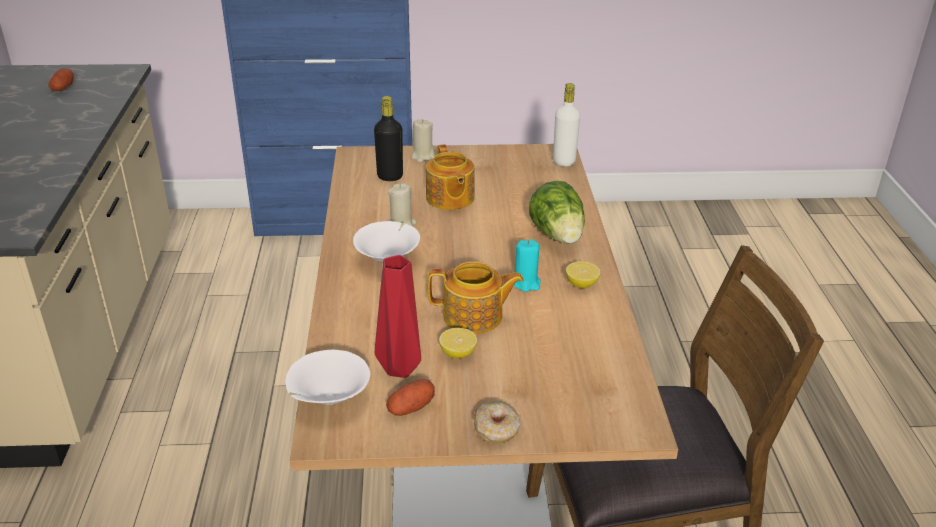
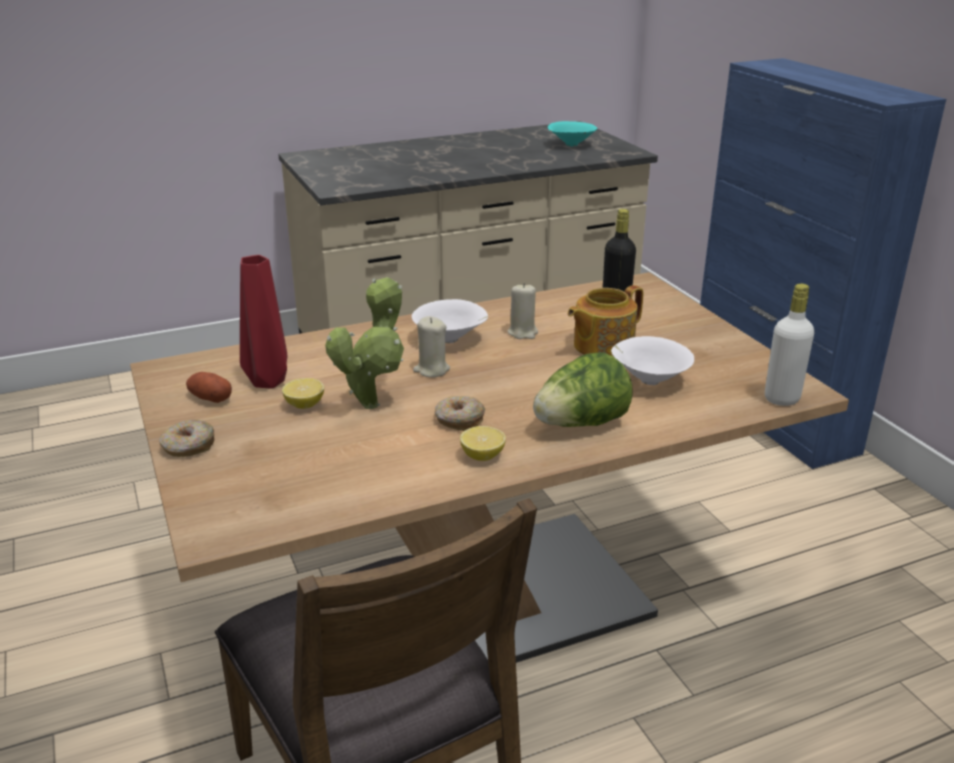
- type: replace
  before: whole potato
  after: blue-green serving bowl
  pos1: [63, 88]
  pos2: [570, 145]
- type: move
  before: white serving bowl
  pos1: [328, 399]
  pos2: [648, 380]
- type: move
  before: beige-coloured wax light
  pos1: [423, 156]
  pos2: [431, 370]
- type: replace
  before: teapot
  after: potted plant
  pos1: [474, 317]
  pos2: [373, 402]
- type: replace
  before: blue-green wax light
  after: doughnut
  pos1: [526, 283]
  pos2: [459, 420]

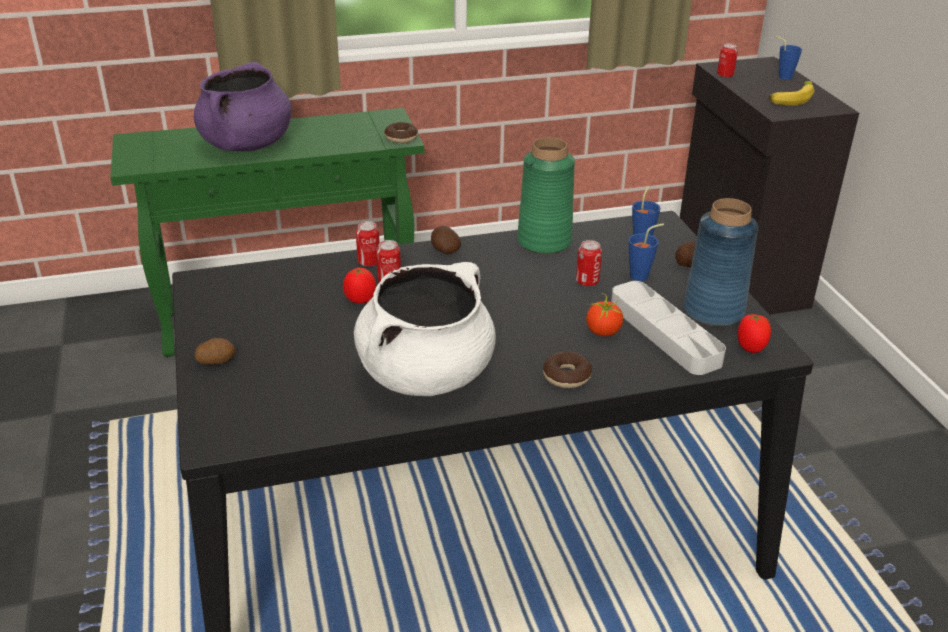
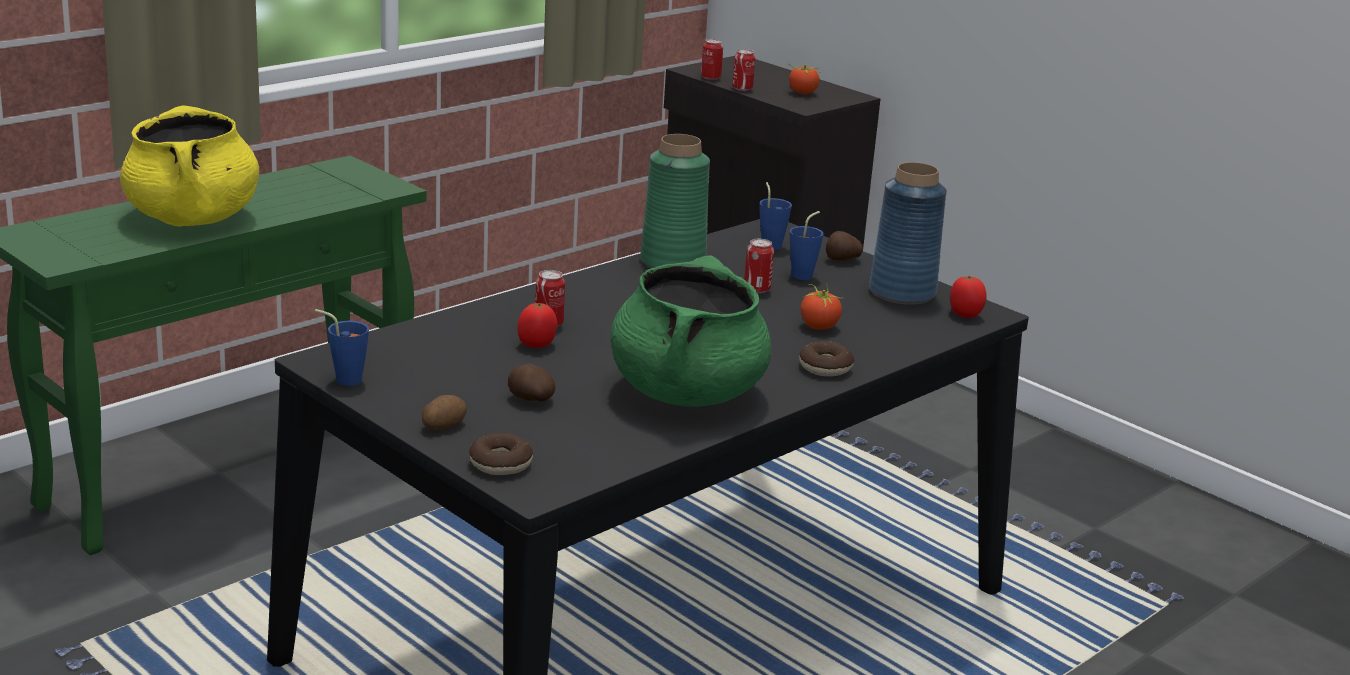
- type: recolor
  before: purple stockpot
  after: yellow-coloured stockpot
  pos1: [246, 144]
  pos2: [193, 218]
- type: recolor
  before: white stockpot
  after: greenish stockpot
  pos1: [426, 374]
  pos2: [686, 392]
- type: move
  before: can
  pos1: [369, 262]
  pos2: [742, 88]
- type: move
  before: doughnut
  pos1: [401, 138]
  pos2: [500, 464]
- type: move
  before: whole potato
  pos1: [444, 251]
  pos2: [530, 399]
- type: delete
  before: gray serving tray
  pos1: [664, 333]
- type: replace
  before: banana
  after: tomato
  pos1: [791, 99]
  pos2: [802, 93]
- type: move
  before: blue drinking cup
  pos1: [782, 76]
  pos2: [343, 378]

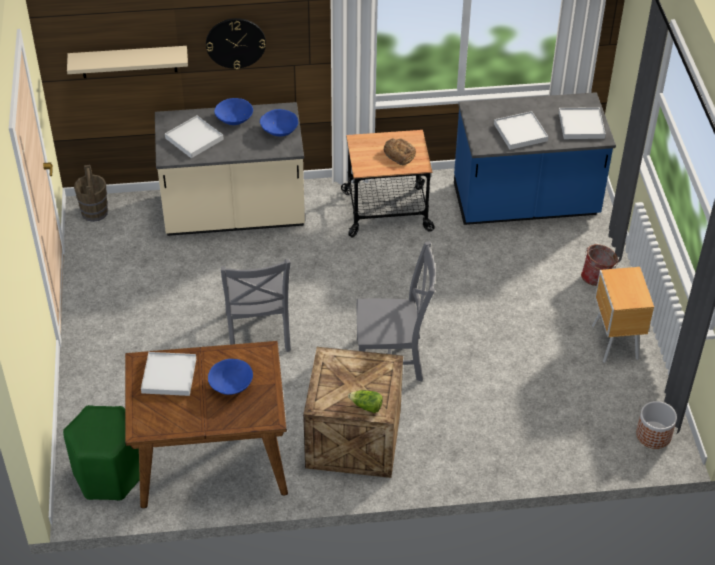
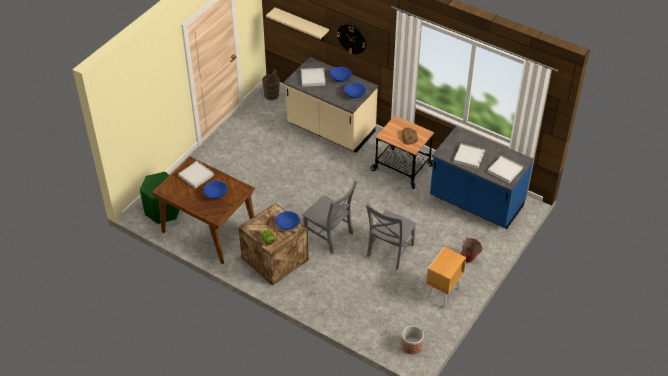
- type: move
  before: gray plain chair
  pos1: [257, 334]
  pos2: [389, 252]
- type: insert
  after: blue serving bowl
  pos2: [287, 225]

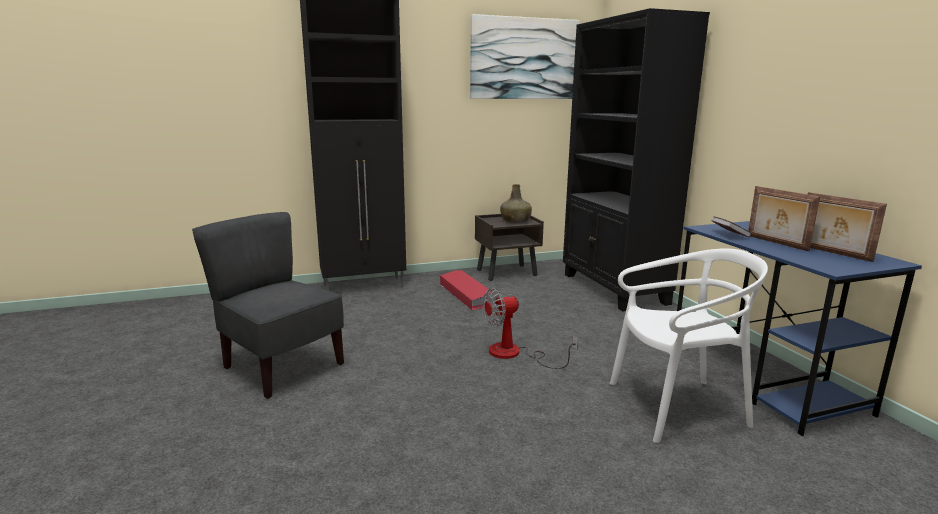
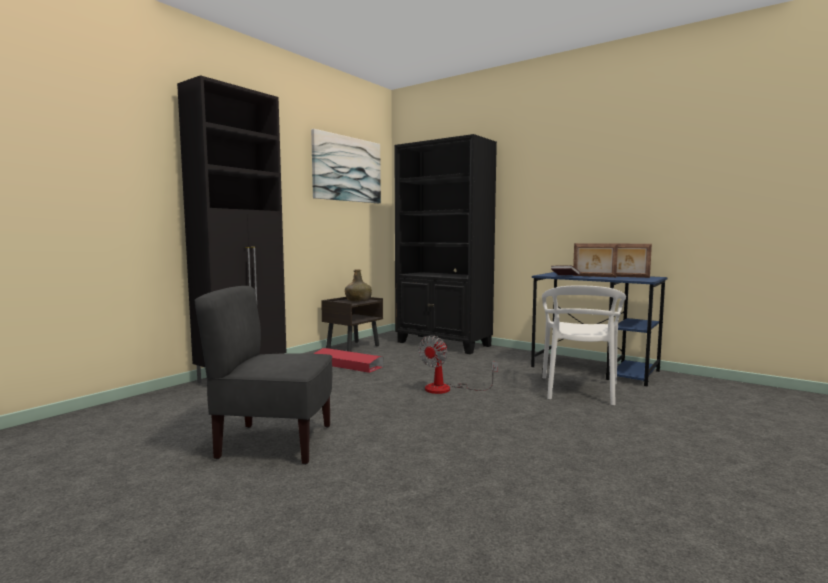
- type: rotate
  before: white plain chair
  pos1: [677, 407]
  pos2: [579, 390]
  turn: 150

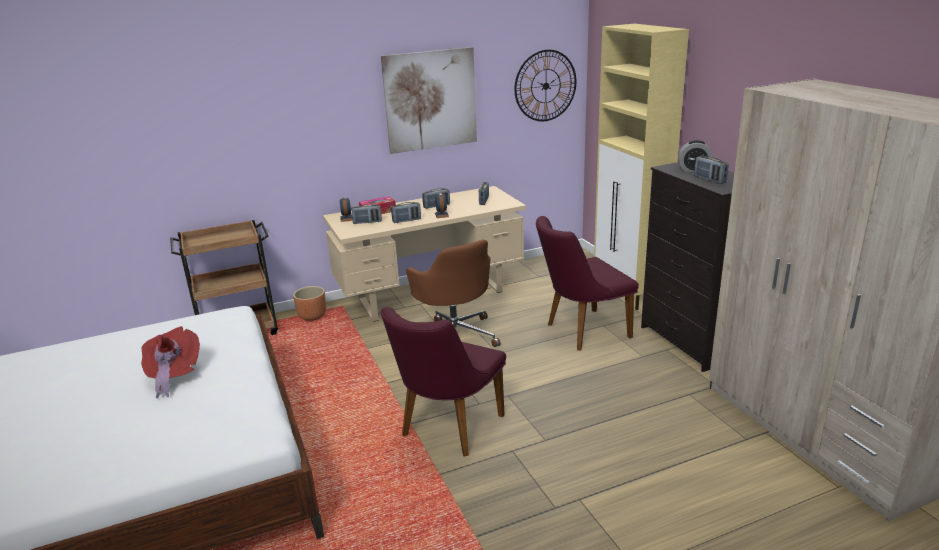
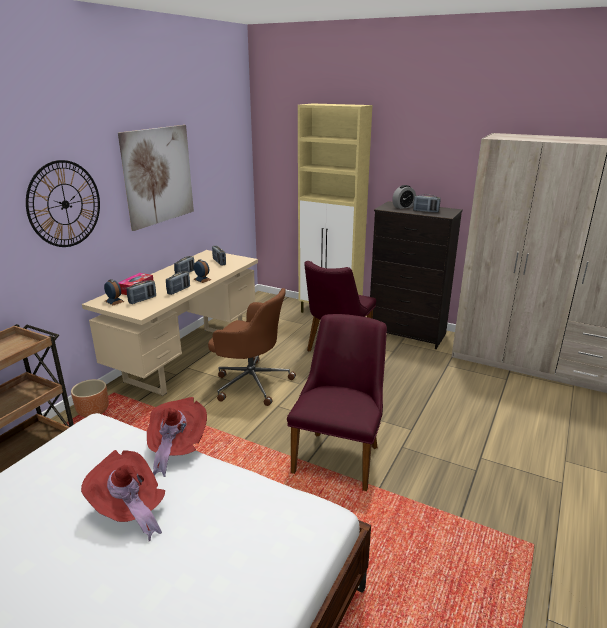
- type: rotate
  before: purple plain chair
  pos1: [446, 430]
  pos2: [340, 454]
  turn: -150
- type: move
  before: clock on the wall
  pos1: [545, 86]
  pos2: [65, 204]
- type: insert
  after: red-coloured hat
  pos2: [176, 448]

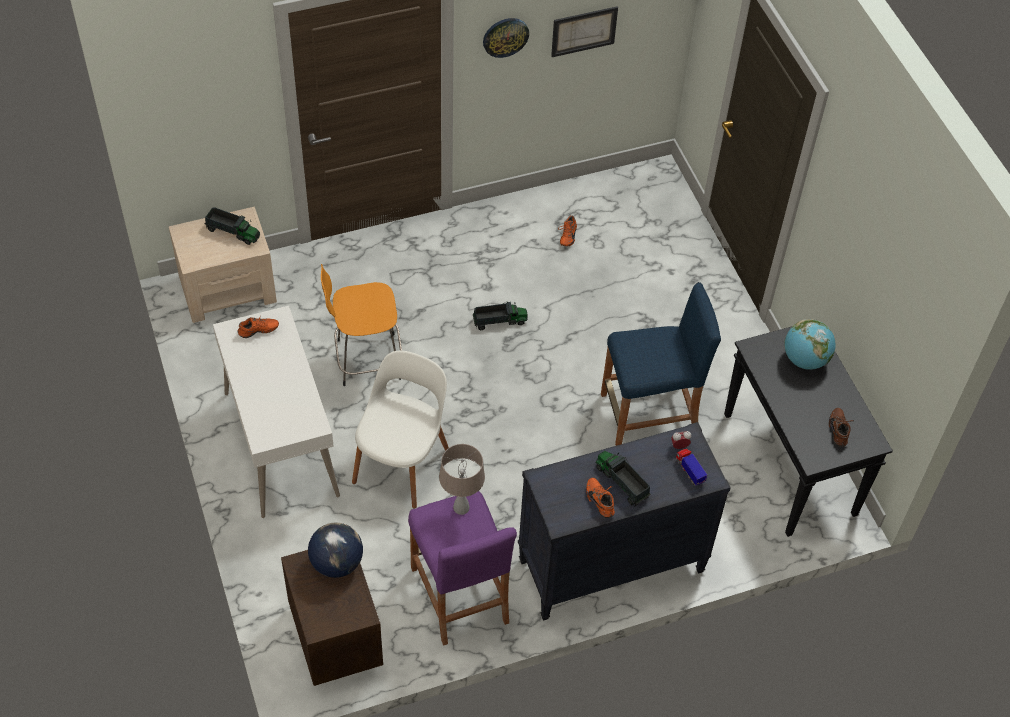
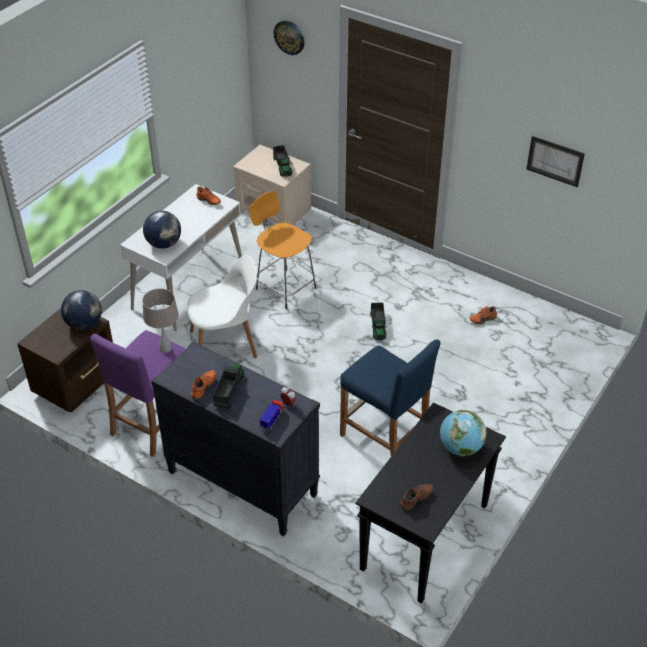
- type: rotate
  before: model truck
  pos1: [499, 321]
  pos2: [378, 326]
  turn: 45
- type: move
  before: clock on the wall
  pos1: [505, 36]
  pos2: [289, 37]
- type: insert
  after: desk globe
  pos2: [164, 244]

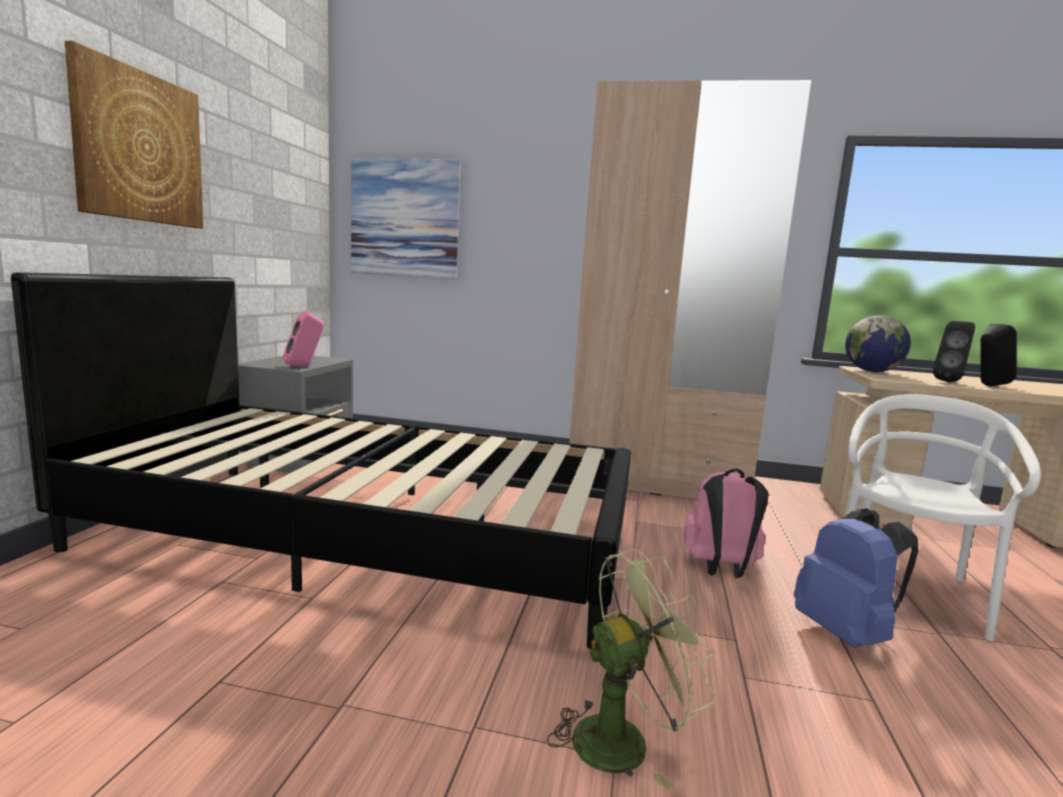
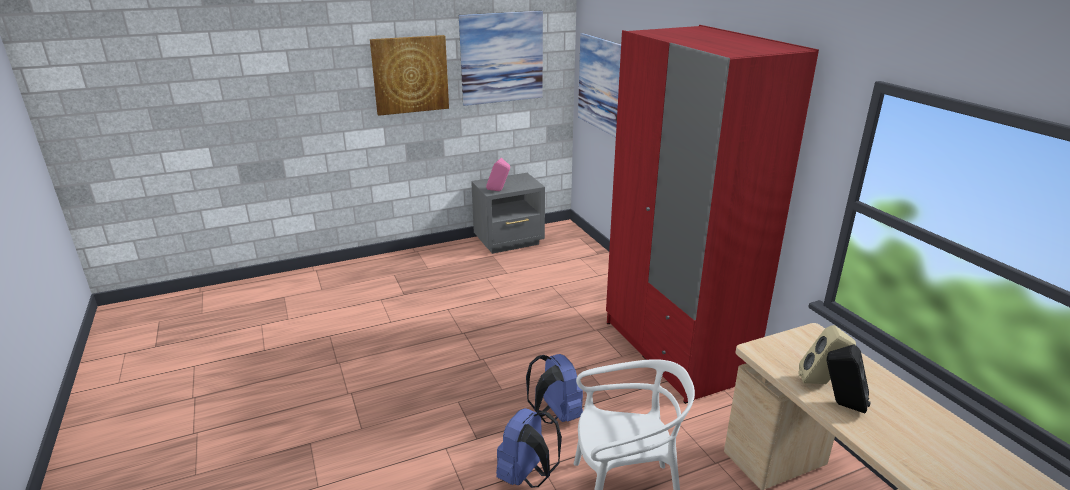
- type: delete
  before: black bedroom bed
  pos1: [365, 537]
- type: delete
  before: greenish electric fan
  pos1: [623, 738]
- type: recolor
  before: beige-coloured armoire
  after: red-coloured armoire
  pos1: [656, 480]
  pos2: [675, 350]
- type: recolor
  before: pinkish backpack
  after: blue backpack
  pos1: [720, 569]
  pos2: [555, 415]
- type: delete
  before: desk globe
  pos1: [872, 371]
- type: recolor
  before: black speaker
  after: beige-coloured speaker
  pos1: [949, 382]
  pos2: [820, 383]
- type: insert
  after: wall picture
  pos2: [501, 58]

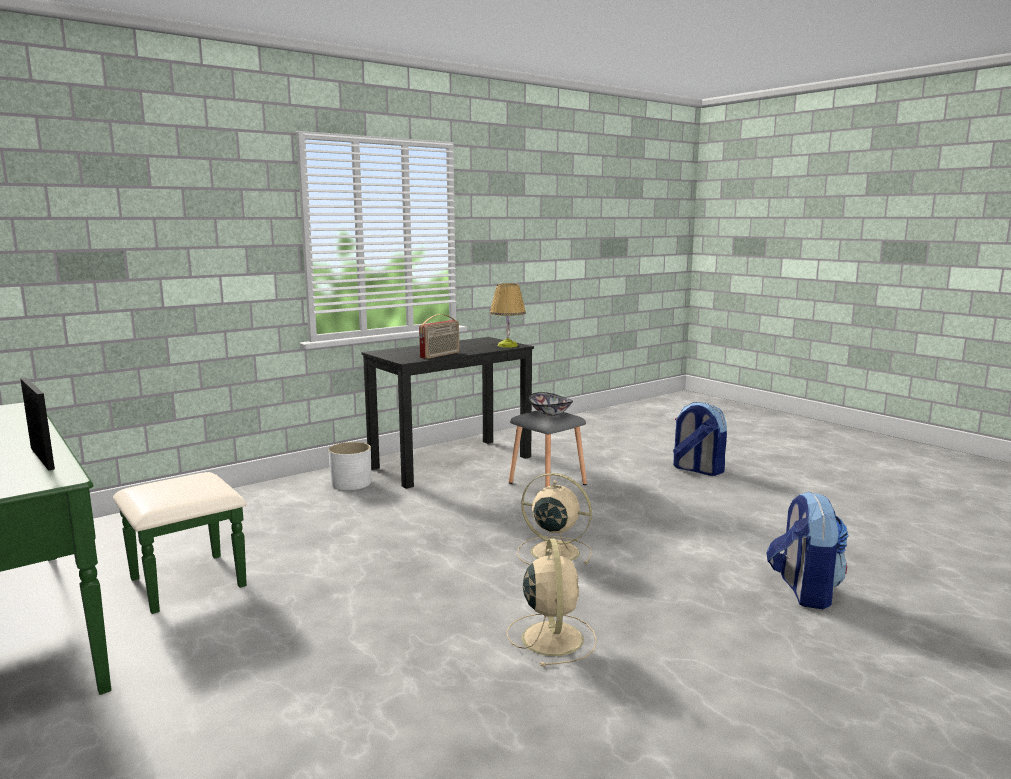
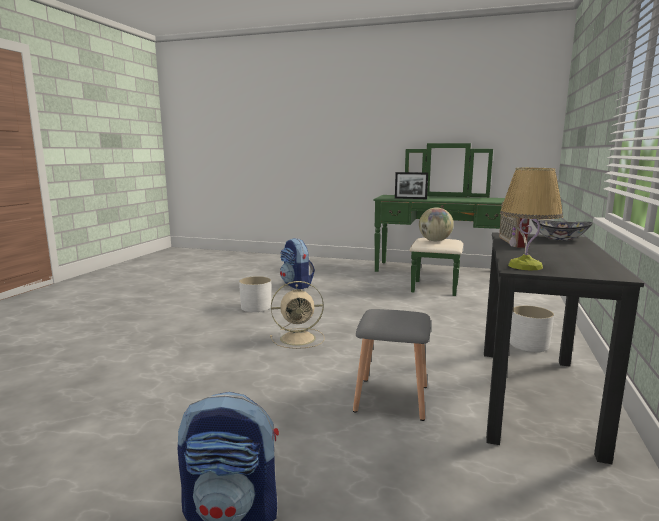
- type: replace
  before: beige-coloured electric fan
  after: white plant pot
  pos1: [552, 637]
  pos2: [256, 307]
- type: move
  before: serving bowl
  pos1: [549, 413]
  pos2: [559, 238]
- type: move
  before: backpack
  pos1: [804, 591]
  pos2: [297, 285]
- type: insert
  after: desk globe
  pos2: [435, 241]

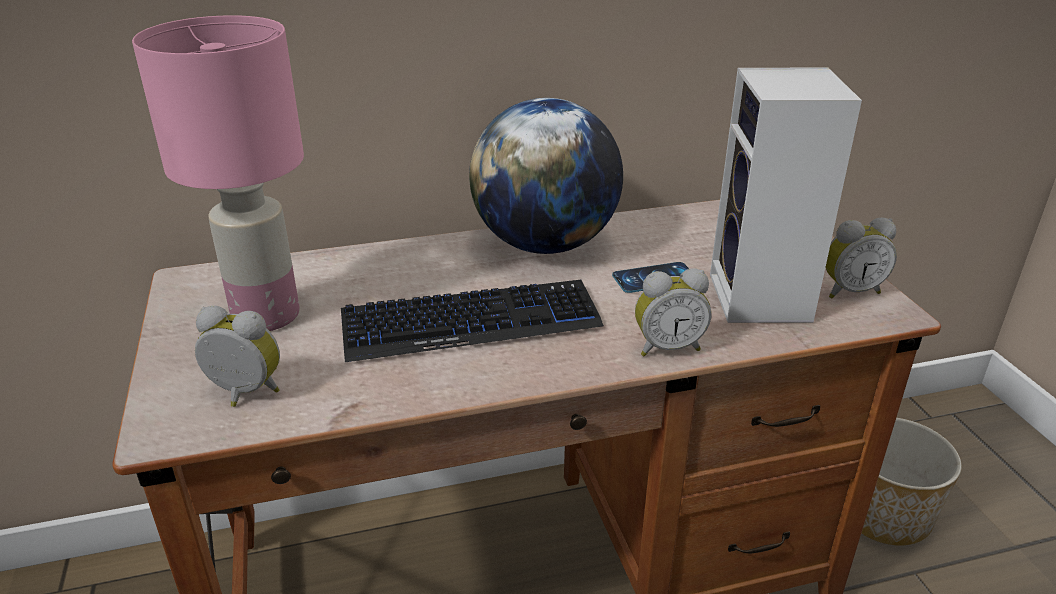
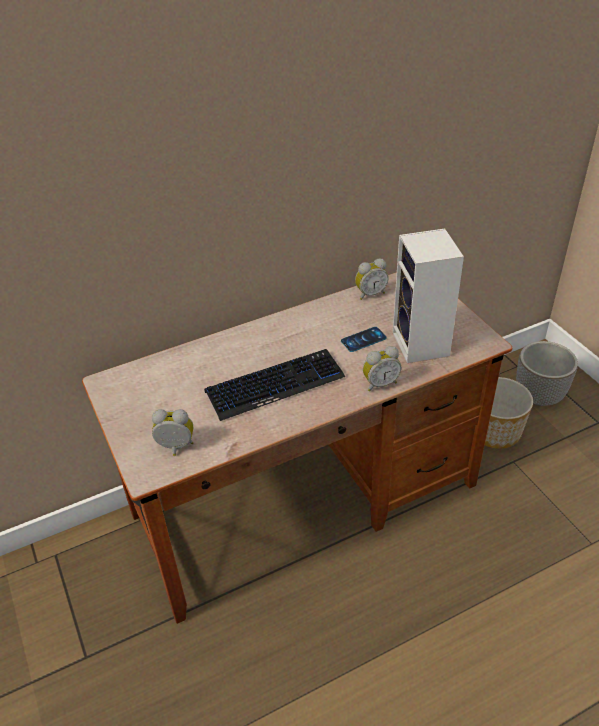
- type: delete
  before: pinkish tabletop lamp
  pos1: [264, 315]
- type: delete
  before: desk globe
  pos1: [545, 244]
- type: move
  before: alarm clock
  pos1: [849, 290]
  pos2: [370, 294]
- type: insert
  after: plant pot
  pos2: [539, 396]

